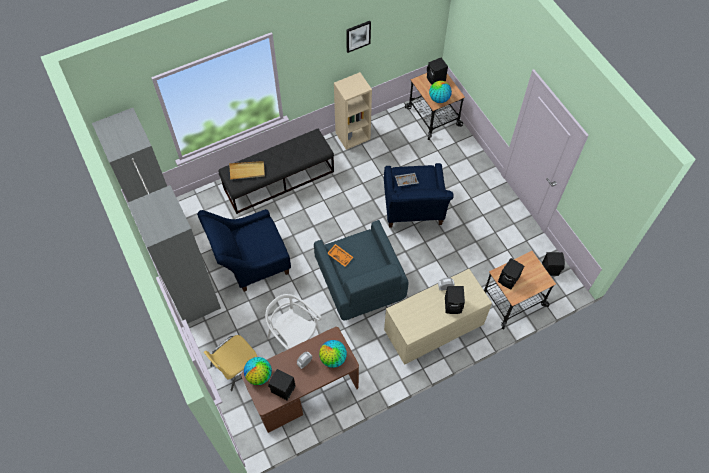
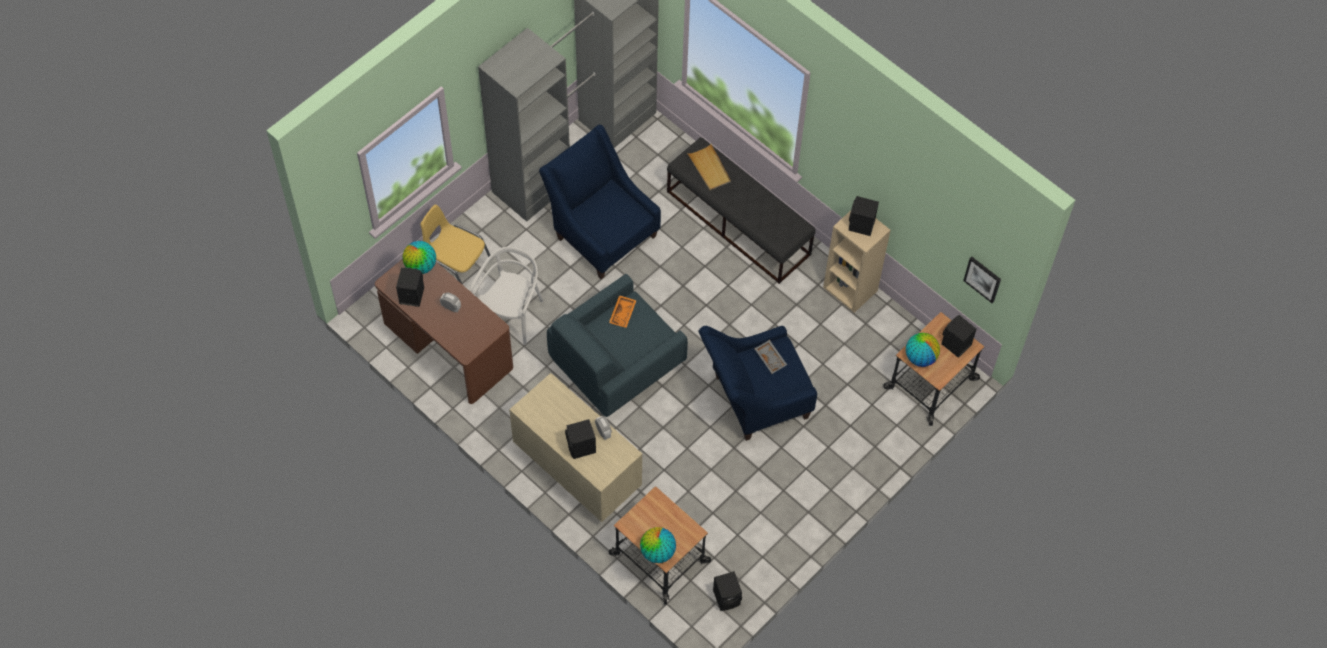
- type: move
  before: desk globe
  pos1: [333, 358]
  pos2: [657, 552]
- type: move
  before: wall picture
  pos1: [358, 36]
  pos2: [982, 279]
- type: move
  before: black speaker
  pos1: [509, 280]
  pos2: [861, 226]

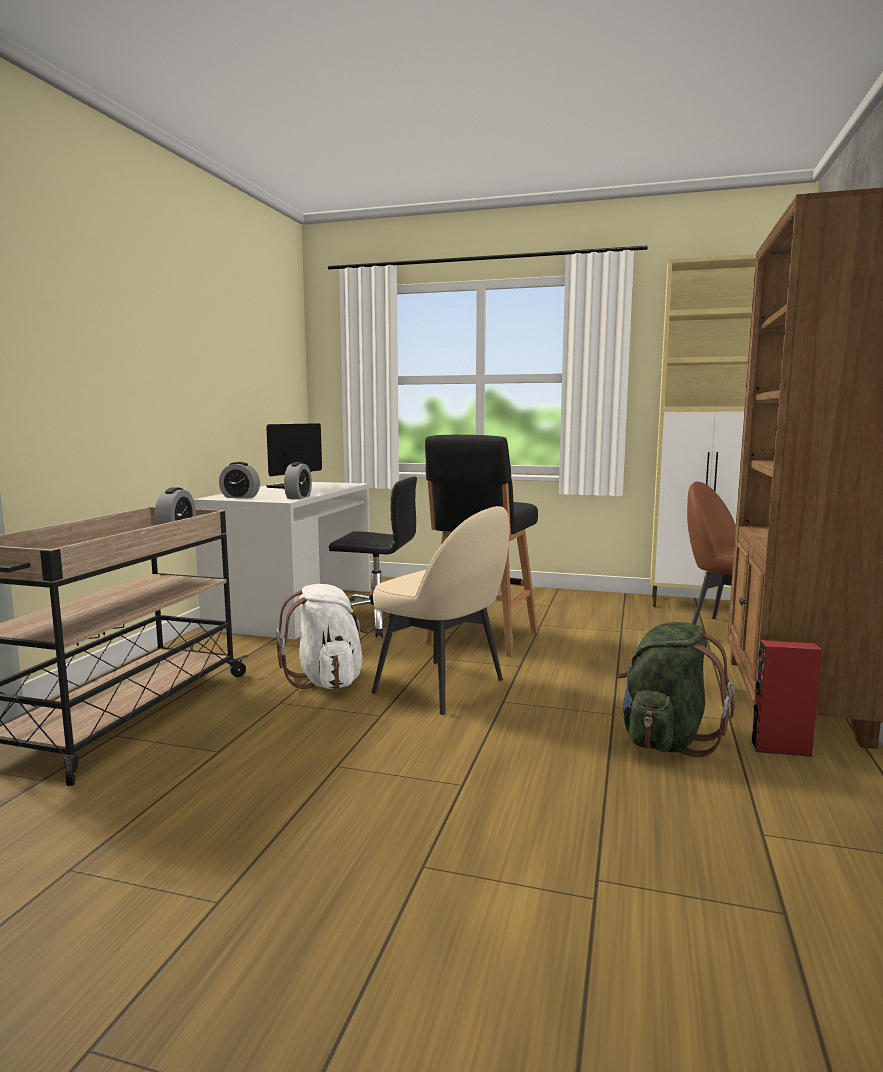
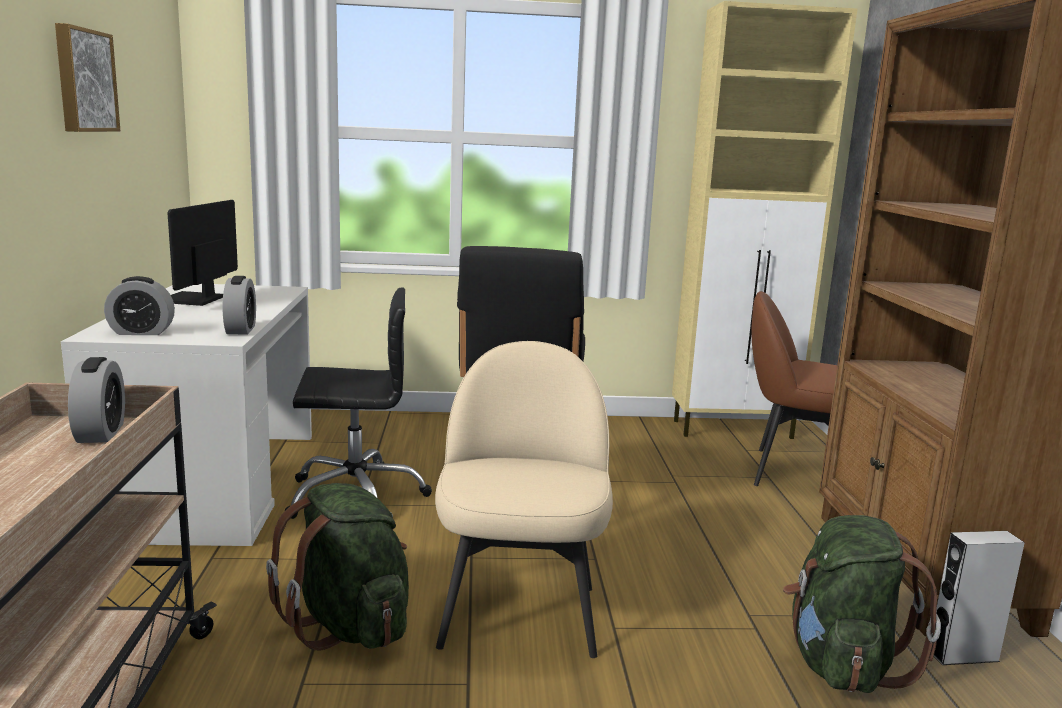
- type: recolor
  before: white backpack
  after: greenish backpack
  pos1: [327, 680]
  pos2: [349, 625]
- type: rotate
  before: beige-coloured plain chair
  pos1: [442, 687]
  pos2: [519, 613]
  turn: -105
- type: recolor
  before: red-coloured speaker
  after: gray speaker
  pos1: [780, 749]
  pos2: [963, 655]
- type: insert
  after: wall picture
  pos2: [83, 80]

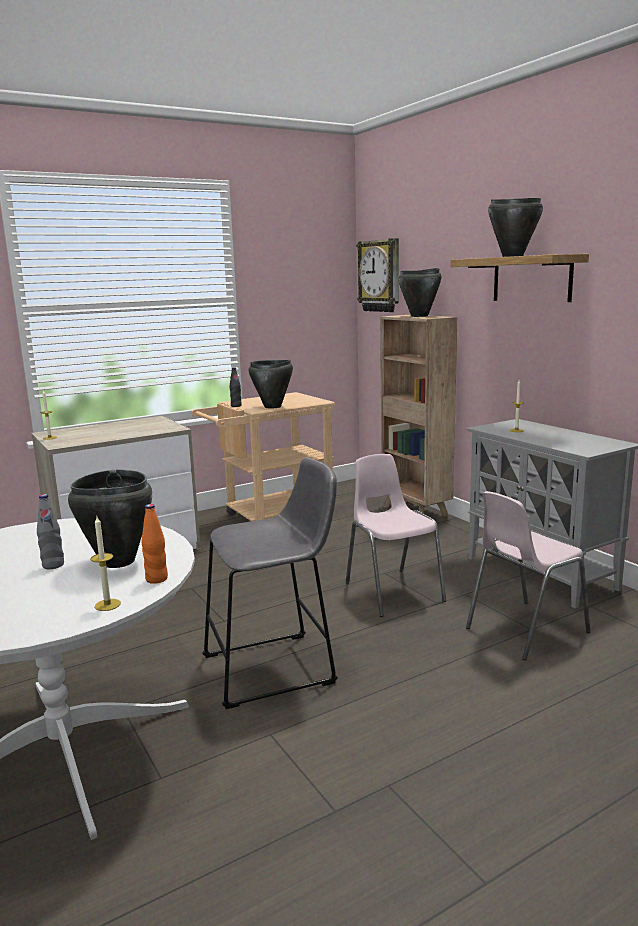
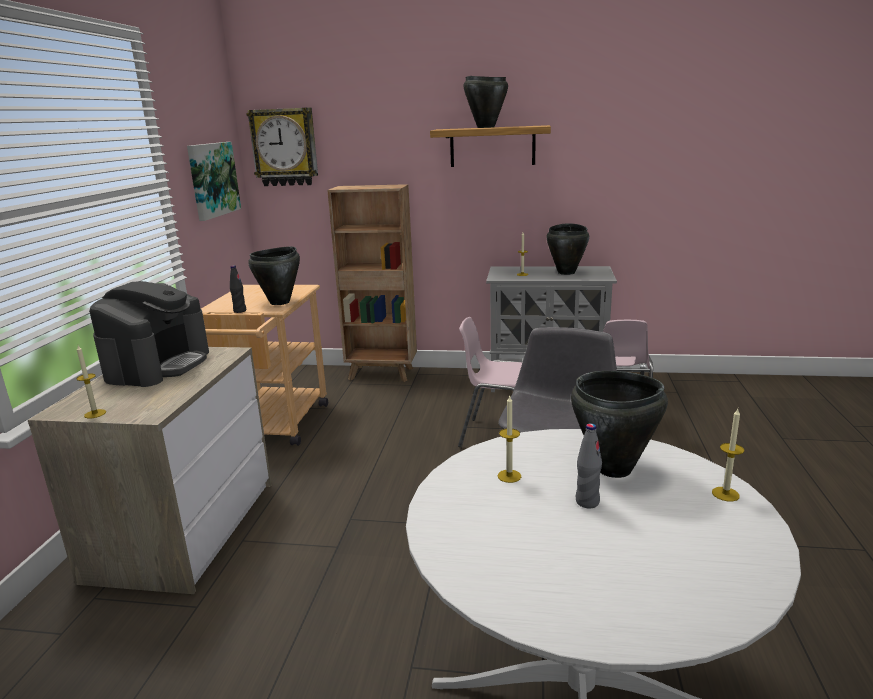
- type: delete
  before: orangey drink bottle
  pos1: [156, 579]
- type: move
  before: black stockpot
  pos1: [420, 316]
  pos2: [566, 272]
- type: insert
  after: coffee maker
  pos2: [158, 365]
- type: insert
  after: wall picture
  pos2: [212, 179]
- type: insert
  after: wax light
  pos2: [509, 476]

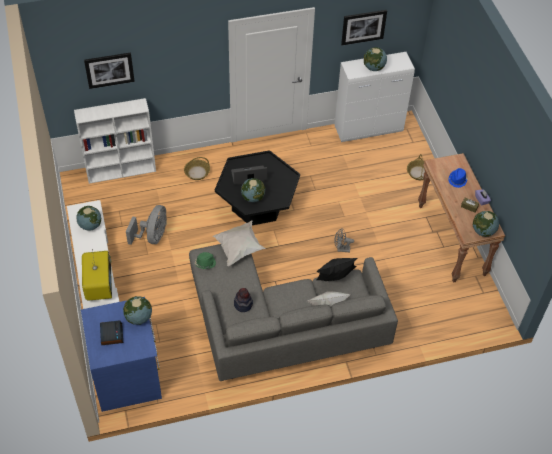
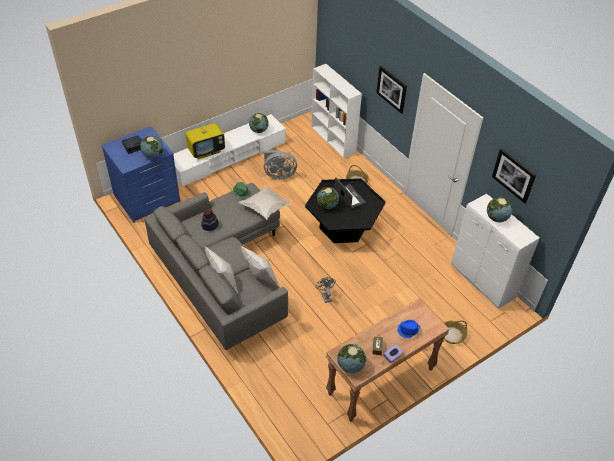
- type: move
  before: wall picture
  pos1: [109, 70]
  pos2: [392, 89]
- type: recolor
  before: black pillow
  after: white pillow
  pos1: [335, 280]
  pos2: [261, 279]

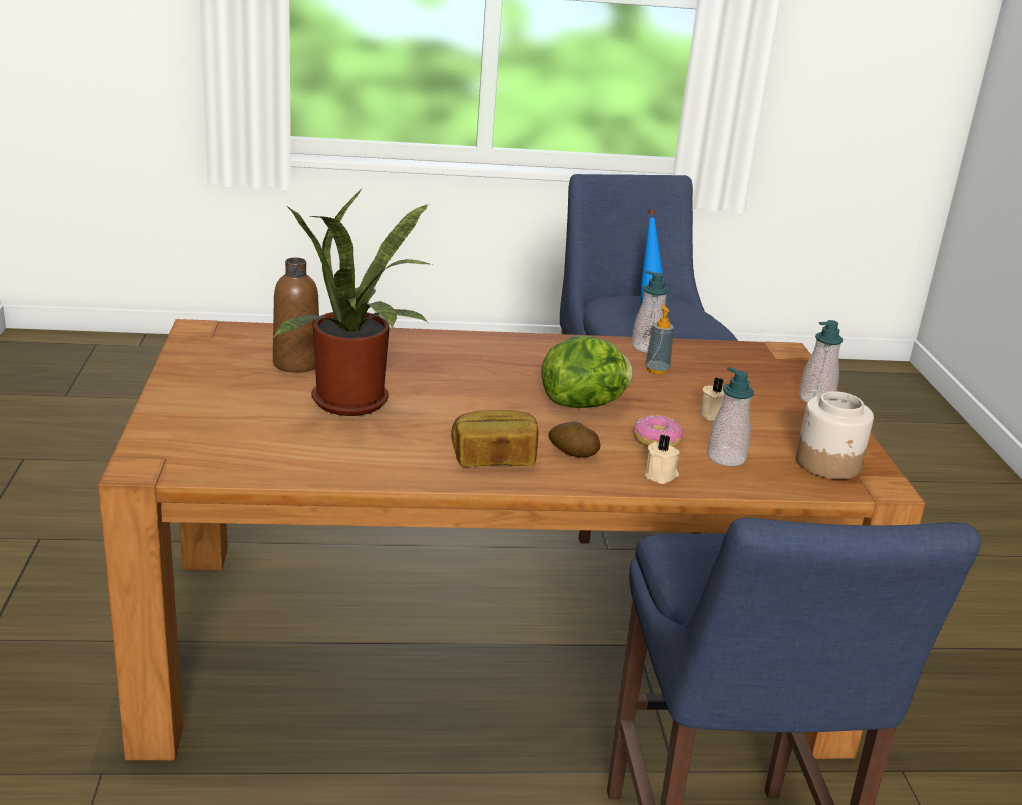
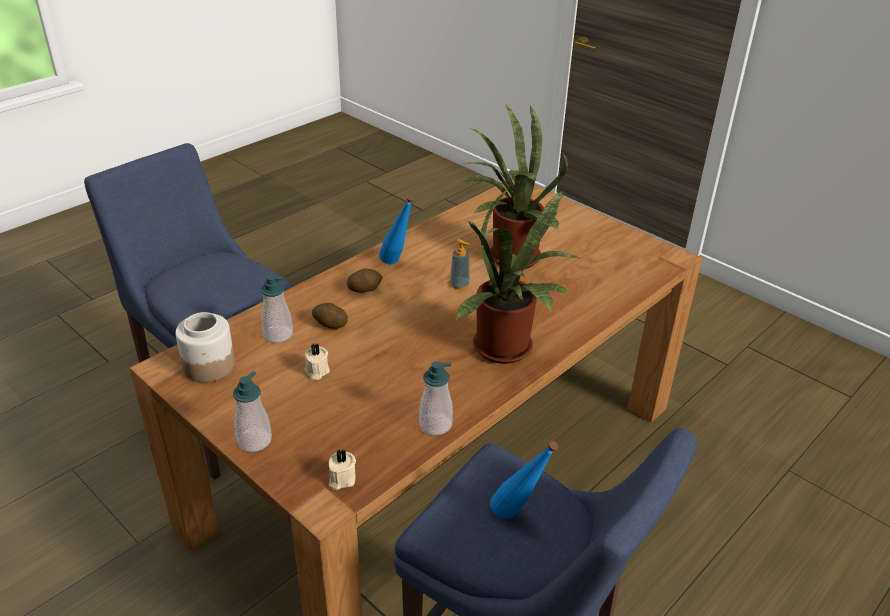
- type: delete
  before: brown-coloured drink bottle
  pos1: [296, 363]
- type: replace
  before: bakery bread
  after: blue drink bottle
  pos1: [494, 458]
  pos2: [397, 264]
- type: delete
  before: lettuce
  pos1: [584, 404]
- type: replace
  before: doughnut
  after: whole potato
  pos1: [657, 441]
  pos2: [330, 324]
- type: move
  before: liquid soap bottle
  pos1: [657, 369]
  pos2: [459, 285]
- type: move
  before: beige-coloured wax light
  pos1: [661, 475]
  pos2: [341, 479]
- type: insert
  after: potted plant
  pos2: [507, 350]

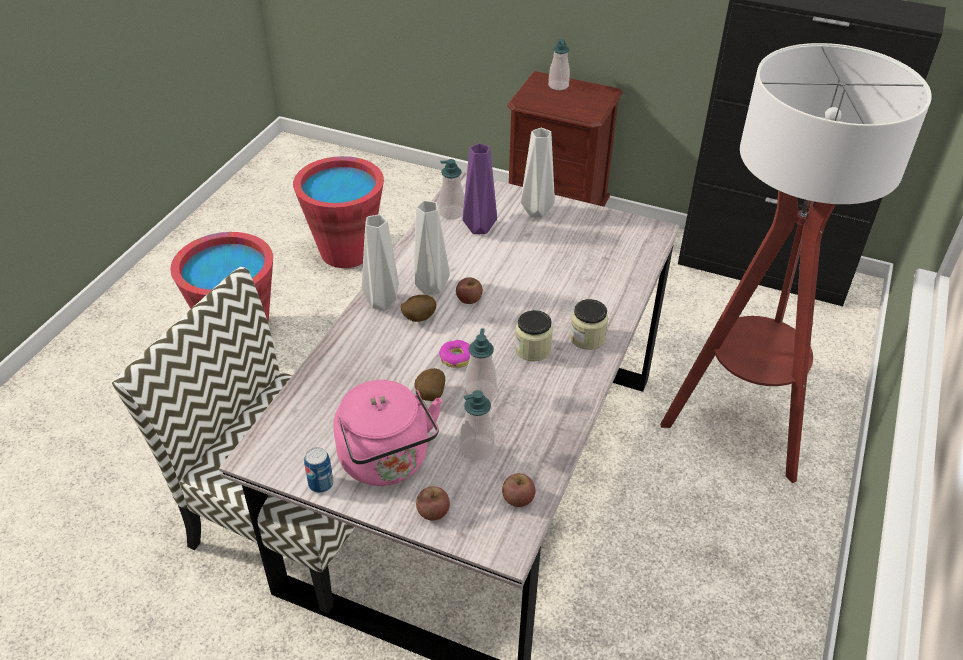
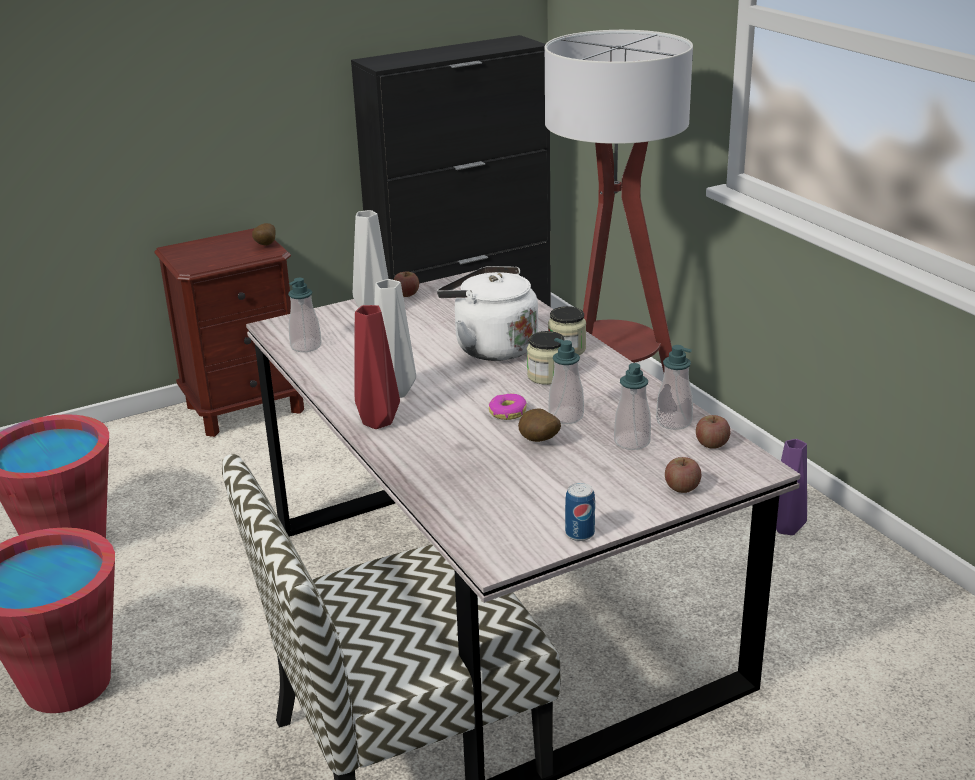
- type: delete
  before: pinkish tea kettle
  pos1: [387, 462]
- type: recolor
  before: gray decorative vase
  after: red-coloured decorative vase
  pos1: [384, 303]
  pos2: [380, 421]
- type: move
  before: whole potato
  pos1: [418, 318]
  pos2: [264, 246]
- type: move
  before: whole apple
  pos1: [469, 299]
  pos2: [406, 294]
- type: move
  before: purple decorative vase
  pos1: [477, 229]
  pos2: [786, 530]
- type: move
  before: liquid soap bottle
  pos1: [558, 86]
  pos2: [674, 422]
- type: insert
  after: white tea kettle
  pos2: [491, 347]

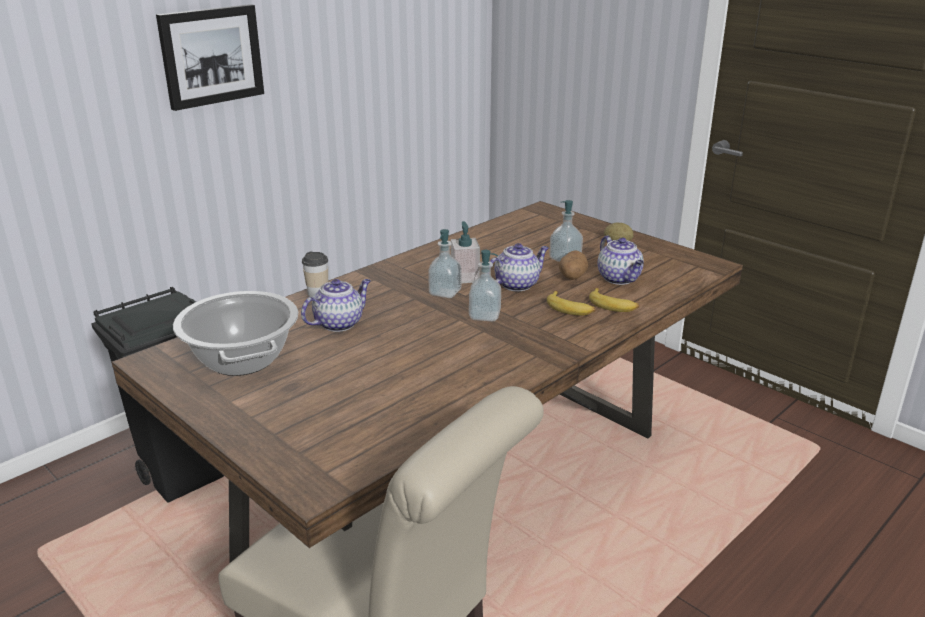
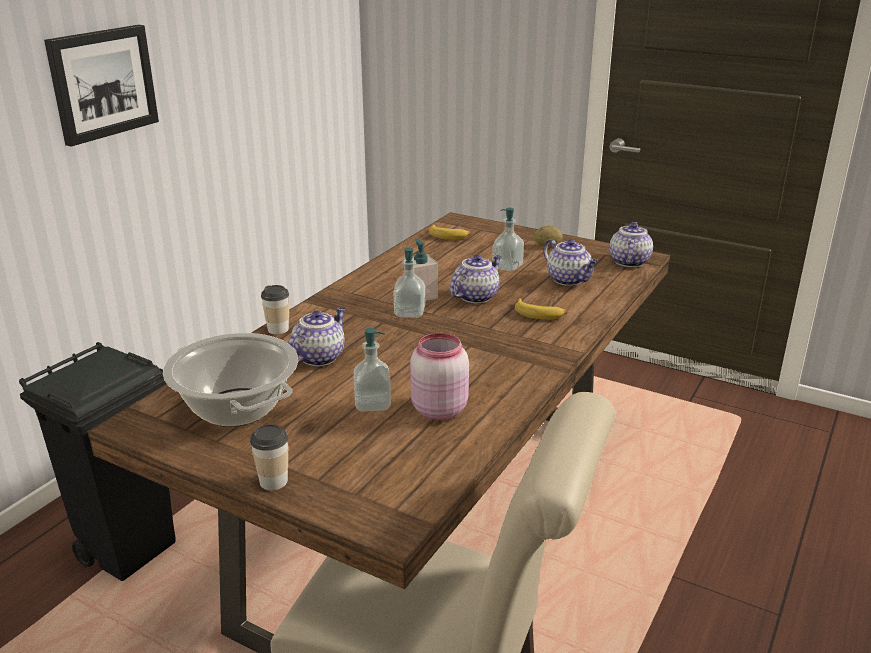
- type: move
  before: liquid soap bottle
  pos1: [484, 315]
  pos2: [372, 404]
- type: delete
  before: whole potato
  pos1: [572, 277]
- type: move
  before: banana
  pos1: [613, 305]
  pos2: [449, 236]
- type: insert
  after: drinking cup
  pos2: [273, 481]
- type: insert
  after: pinkish jar
  pos2: [437, 409]
- type: insert
  after: teapot
  pos2: [628, 261]

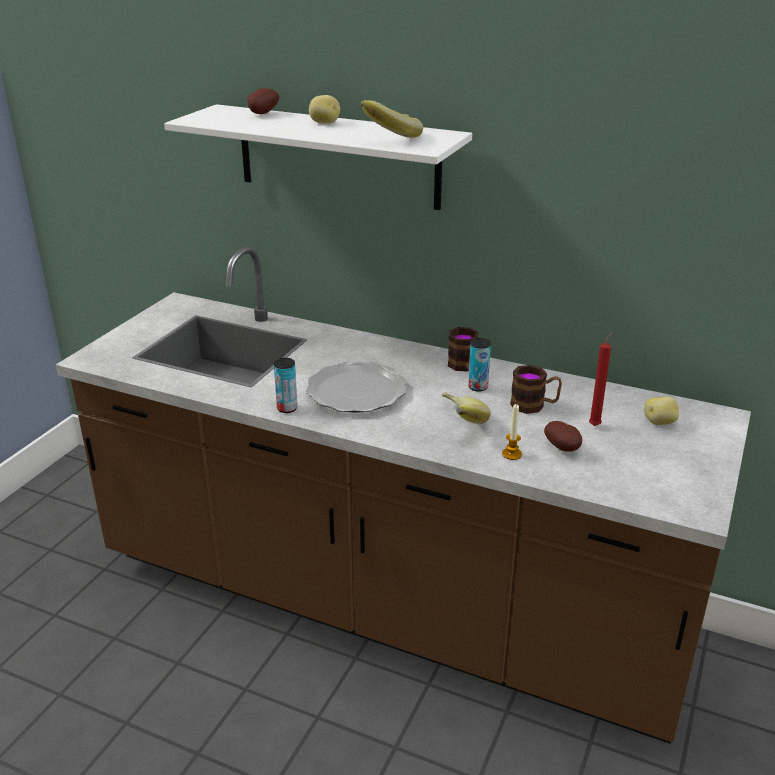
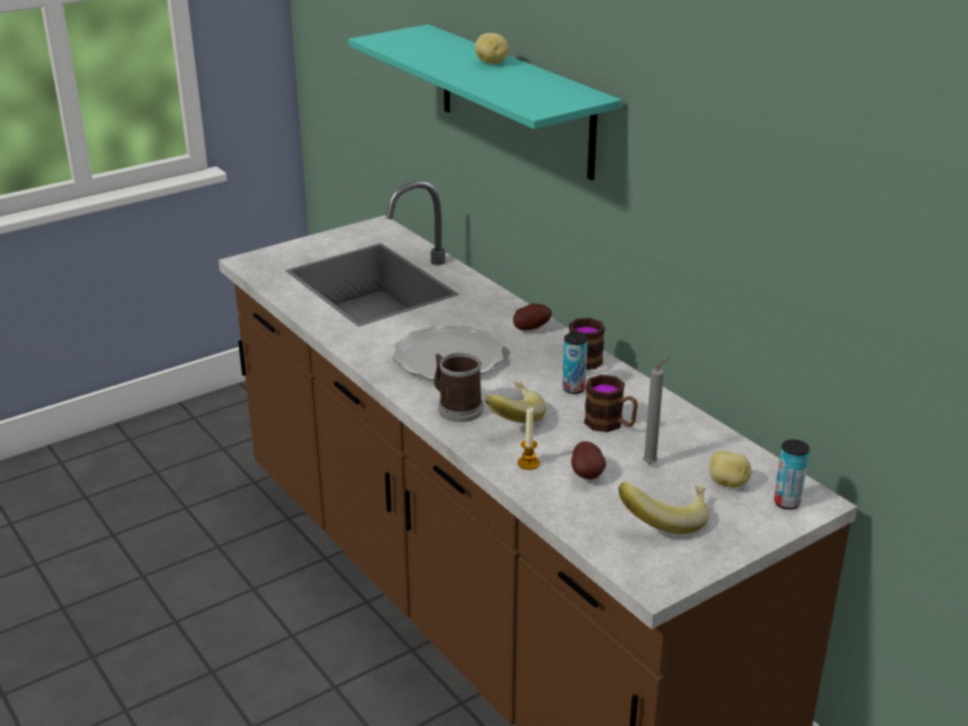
- type: recolor
  before: white wall shelf
  after: blue-green wall shelf
  pos1: [338, 156]
  pos2: [515, 101]
- type: move
  before: whole potato
  pos1: [262, 114]
  pos2: [530, 328]
- type: move
  before: can
  pos1: [287, 408]
  pos2: [787, 502]
- type: move
  before: banana
  pos1: [391, 137]
  pos2: [664, 519]
- type: recolor
  before: red-coloured wax light
  after: gray wax light
  pos1: [595, 425]
  pos2: [652, 463]
- type: insert
  after: coffee mug
  pos2: [456, 408]

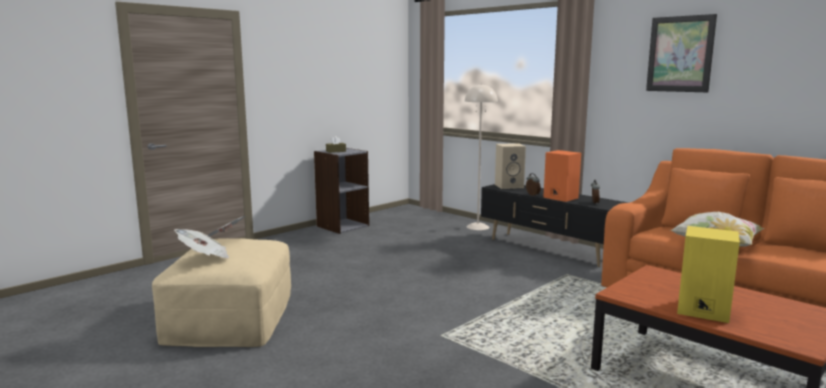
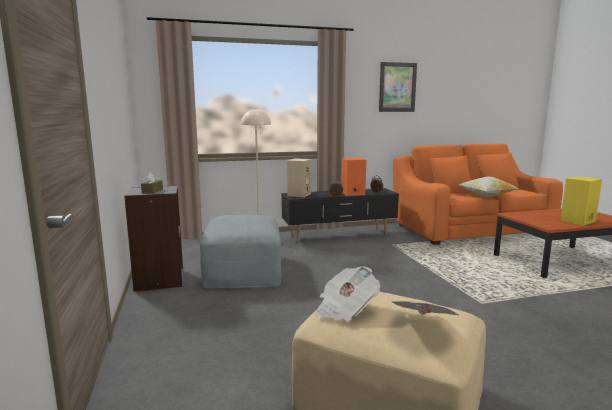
- type: insert
  after: gray pouffe
  pos2: [243, 270]

